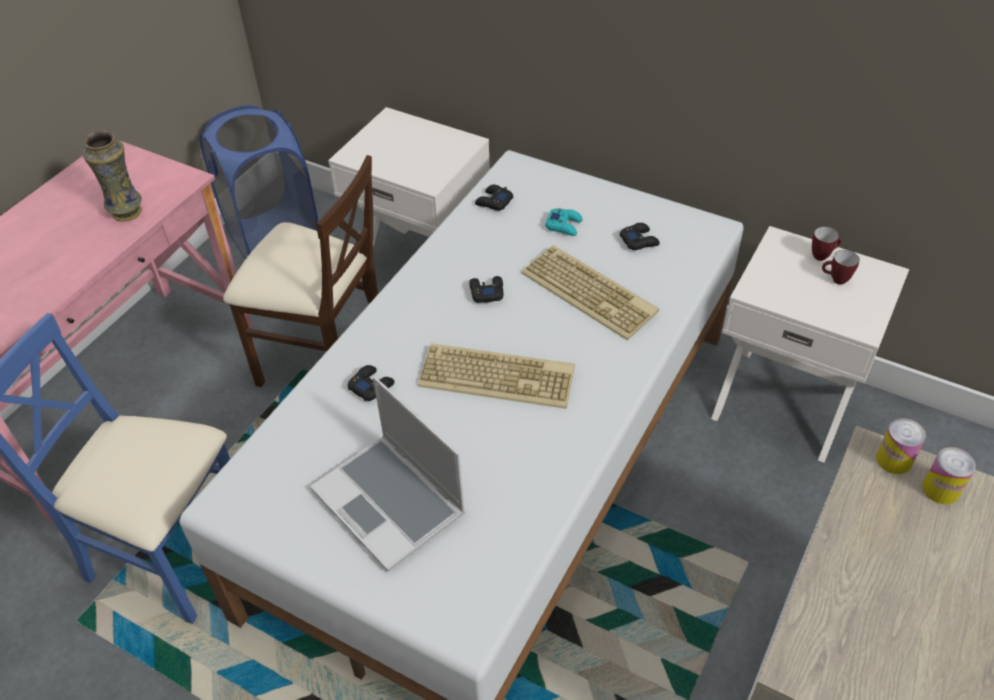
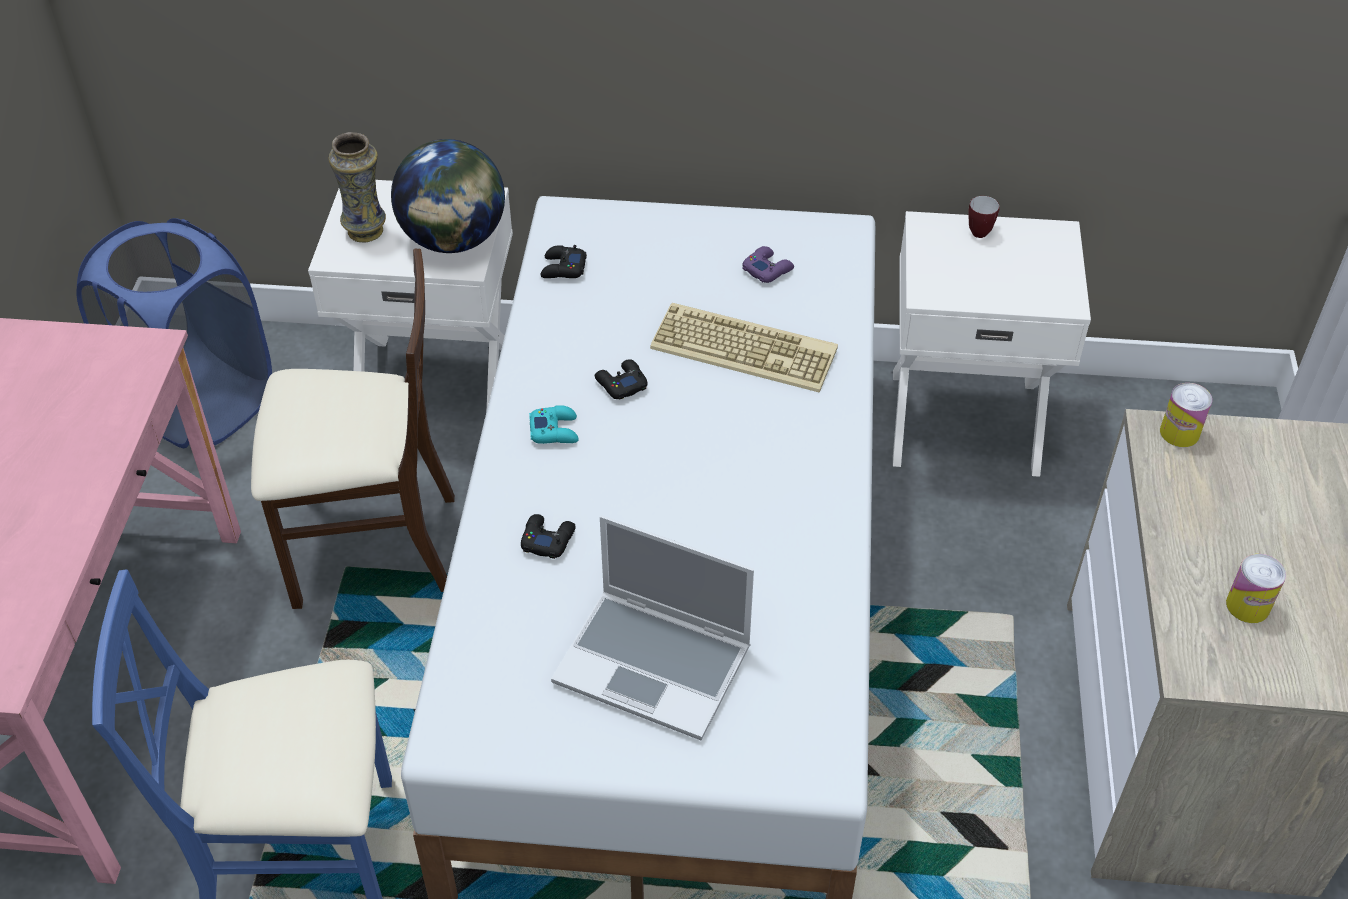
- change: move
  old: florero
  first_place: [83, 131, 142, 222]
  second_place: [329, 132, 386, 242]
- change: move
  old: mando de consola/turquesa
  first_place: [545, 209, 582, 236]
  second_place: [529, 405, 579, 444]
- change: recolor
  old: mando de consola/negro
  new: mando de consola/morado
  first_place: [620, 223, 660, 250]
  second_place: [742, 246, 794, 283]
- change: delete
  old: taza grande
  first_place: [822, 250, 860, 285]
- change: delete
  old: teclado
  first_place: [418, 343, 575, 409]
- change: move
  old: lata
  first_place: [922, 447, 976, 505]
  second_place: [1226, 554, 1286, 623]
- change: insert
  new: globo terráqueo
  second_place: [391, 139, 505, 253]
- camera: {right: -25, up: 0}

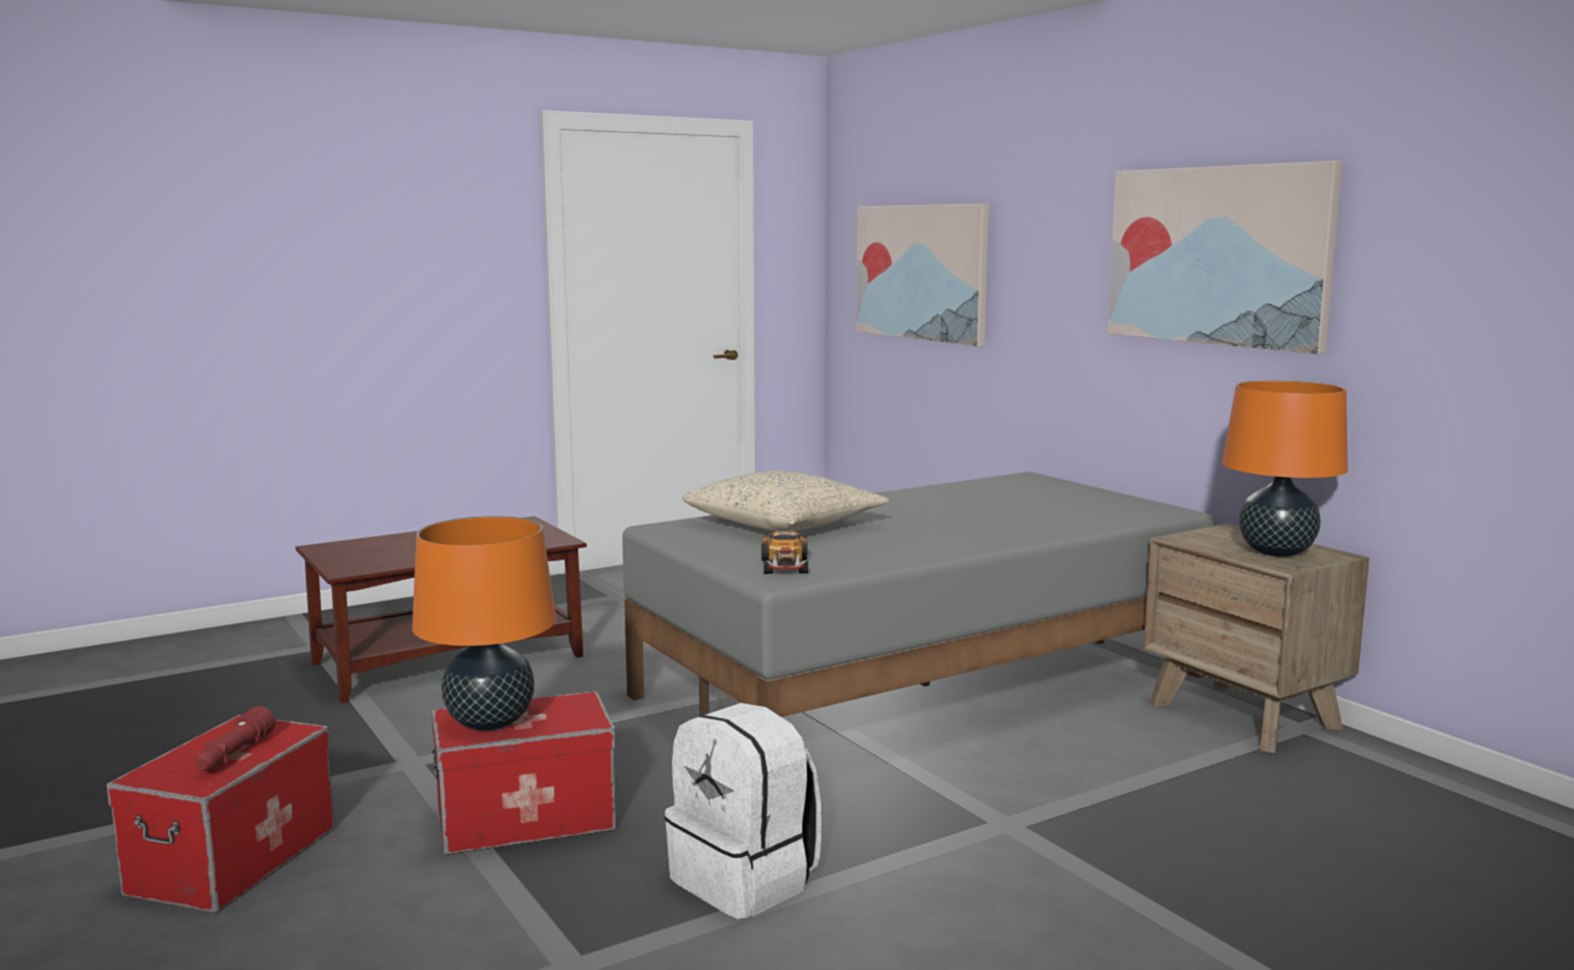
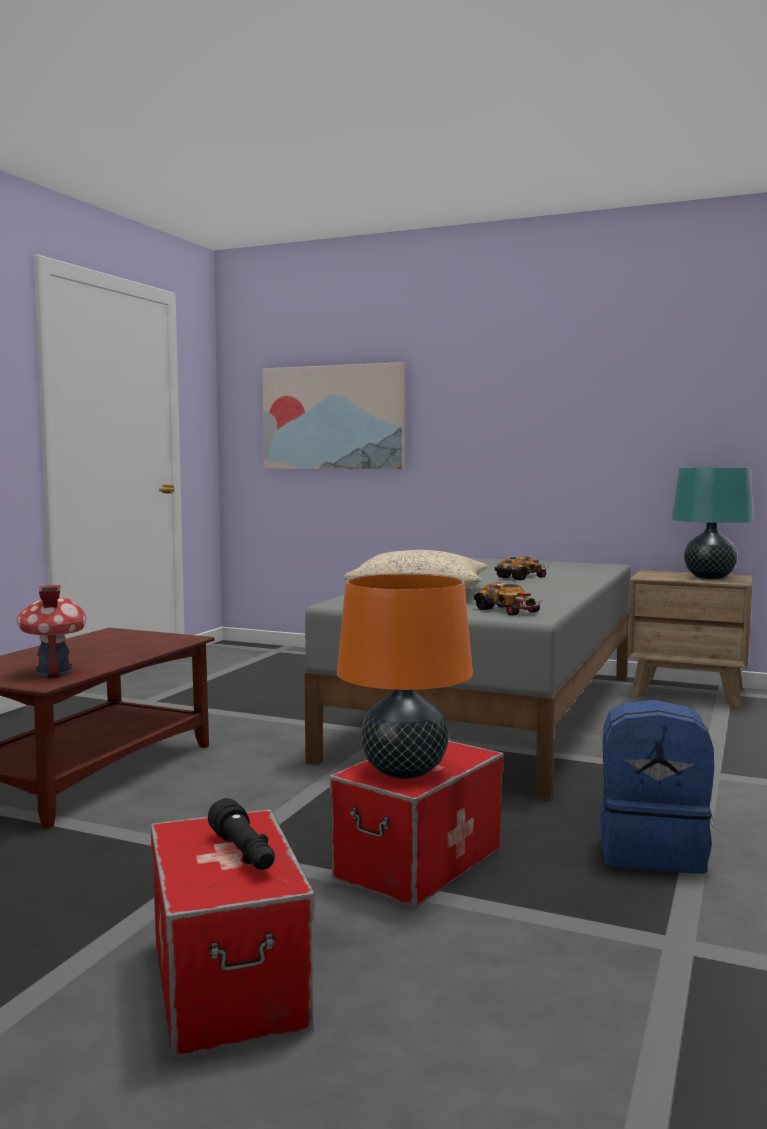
- change: delete
  old: cuadro
  first_place: [1107, 161, 1342, 354]
- change: recolor
  old: lámpara de mesa/naranja
  new: lámpara de mesa/turquesa
  first_place: [1222, 380, 1348, 557]
  second_place: [672, 467, 753, 579]
- change: recolor
  old: mochila/blanco
  new: mochila/azul
  first_place: [664, 703, 821, 919]
  second_place: [599, 700, 714, 874]
- change: recolor
  old: linterna/rojo
  new: linterna/negro
  first_place: [194, 706, 276, 771]
  second_place: [208, 798, 275, 870]
- change: insert
  new: coche de juguete
  second_place: [495, 556, 548, 580]
- change: insert
  new: casita
  second_place: [16, 585, 86, 678]
- camera: {right: -35, up: -5}

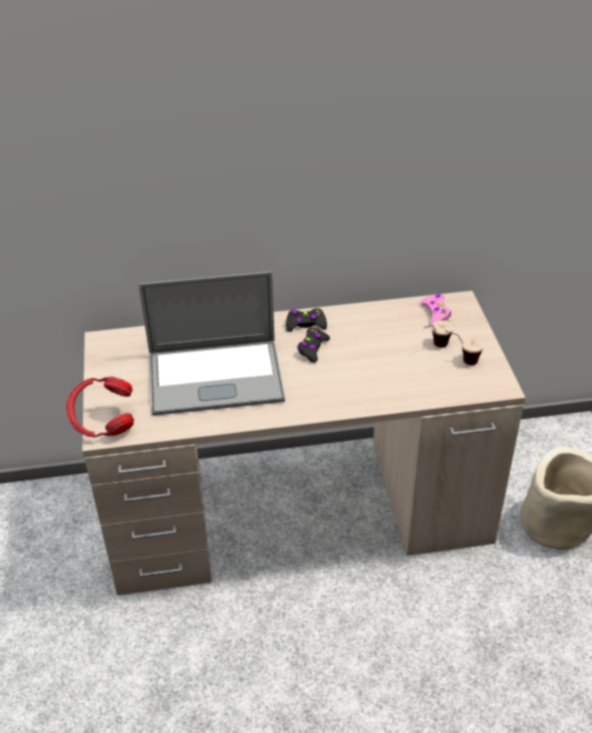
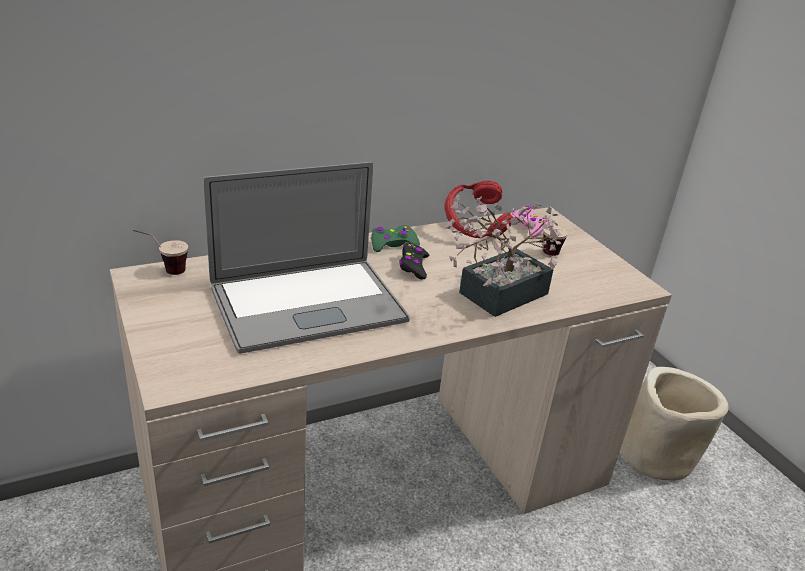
- change: recolor
  old: mando de consola/negro
  new: mando de consola/verde
  first_place: [286, 308, 327, 332]
  second_place: [371, 225, 420, 252]
- change: move
  old: taza
  first_place: [445, 330, 484, 365]
  second_place: [132, 229, 188, 275]
- change: move
  old: auriculares/rojo
  first_place: [66, 376, 134, 437]
  second_place: [445, 180, 513, 238]
- change: insert
  new: planta en maceta
  second_place: [444, 195, 562, 317]
- camera: {right: -20, up: -10}

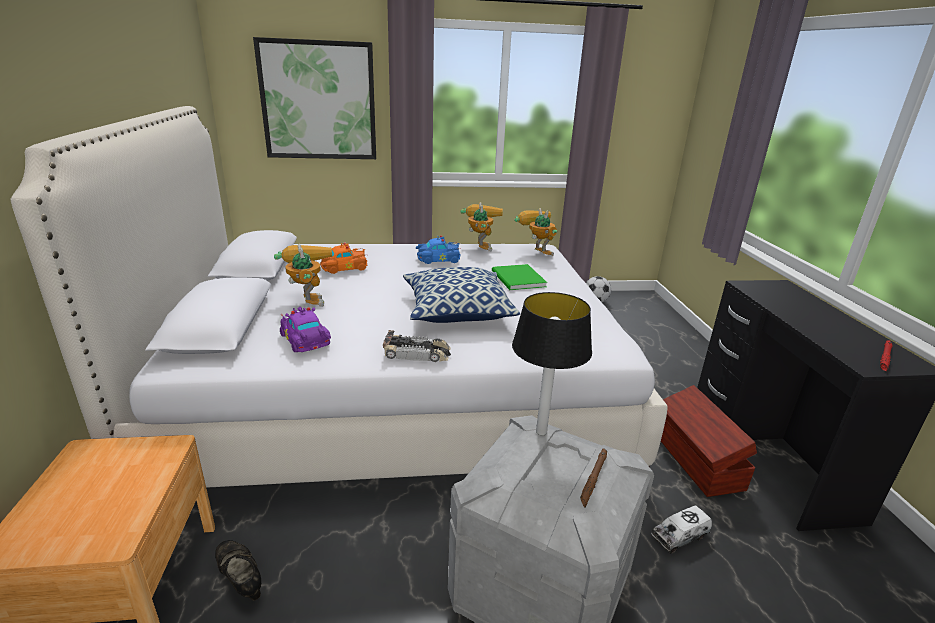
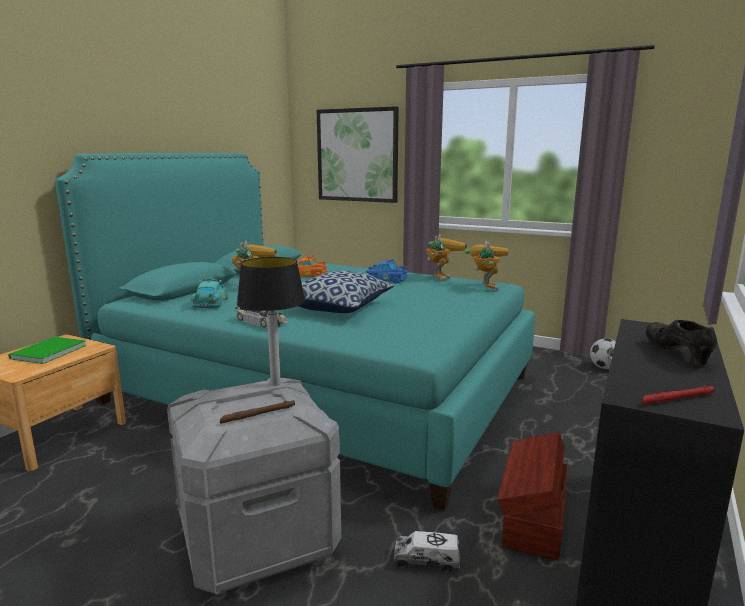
- change: recolor
  old: cama/blanco
  new: cama/turquesa
  first_place: [11, 106, 667, 488]
  second_place: [55, 153, 535, 511]
- change: move
  old: libro/verde
  first_place: [492, 264, 547, 290]
  second_place: [8, 337, 87, 364]
- change: recolor
  old: coche de juguete/morado
  new: coche de juguete/turquesa
  first_place: [280, 307, 331, 352]
  second_place: [191, 277, 229, 308]
- change: move
  old: zapato/negro
  first_place: [215, 540, 261, 601]
  second_place: [646, 320, 717, 366]
- camera: {right: 35, up: -10}

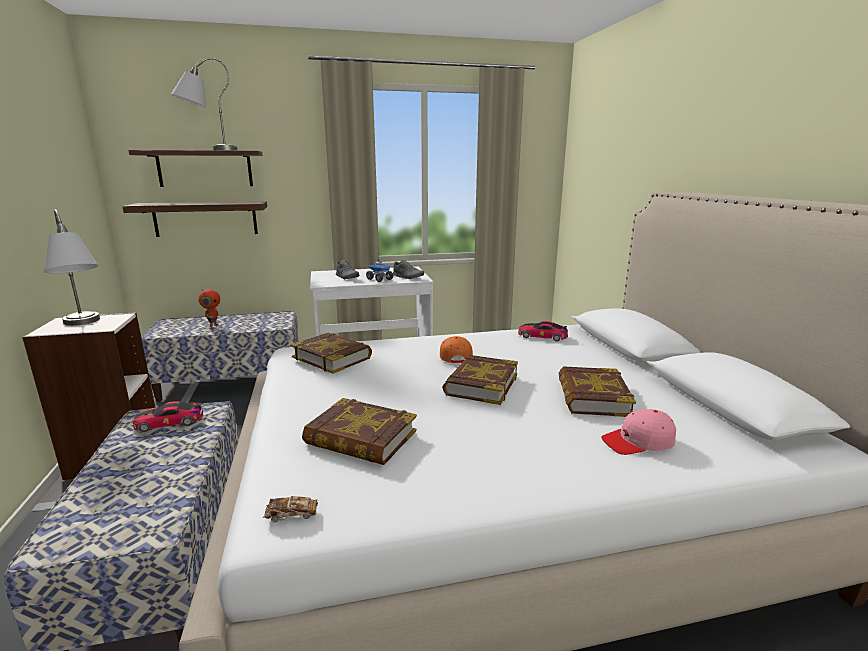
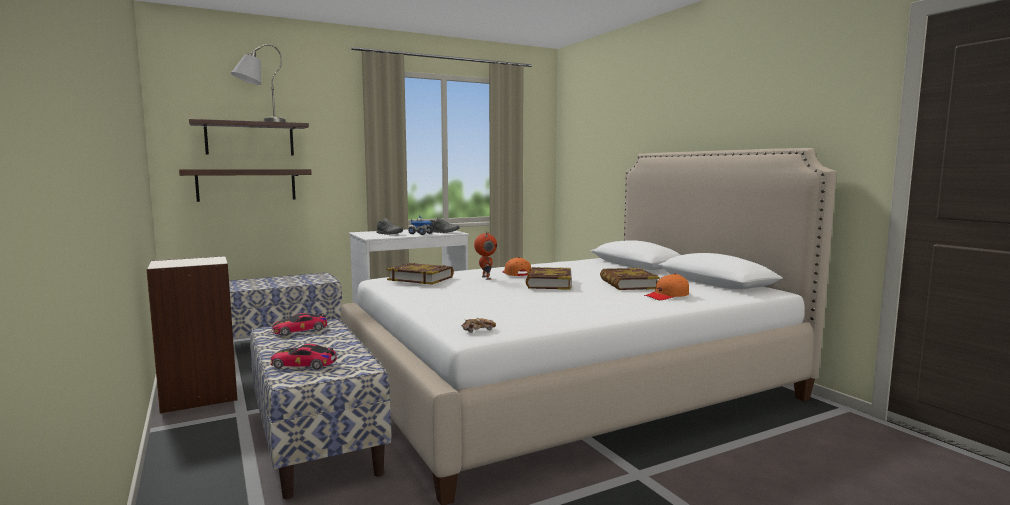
- change: delete
  old: lámpara de mesa/gris
  first_place: [44, 209, 100, 326]
- change: move
  old: robot de juguete
  first_place: [198, 289, 220, 330]
  second_place: [474, 231, 497, 280]
- change: move
  old: coche de juguete
  first_place: [518, 321, 568, 342]
  second_place: [270, 344, 337, 370]
- change: delete
  old: libro
  first_place: [302, 398, 417, 465]
- change: recolor
  old: gorra/rosa
  new: gorra/naranja
  first_place: [601, 409, 676, 455]
  second_place: [644, 274, 689, 300]
- camera: {right: -15, up: -10}

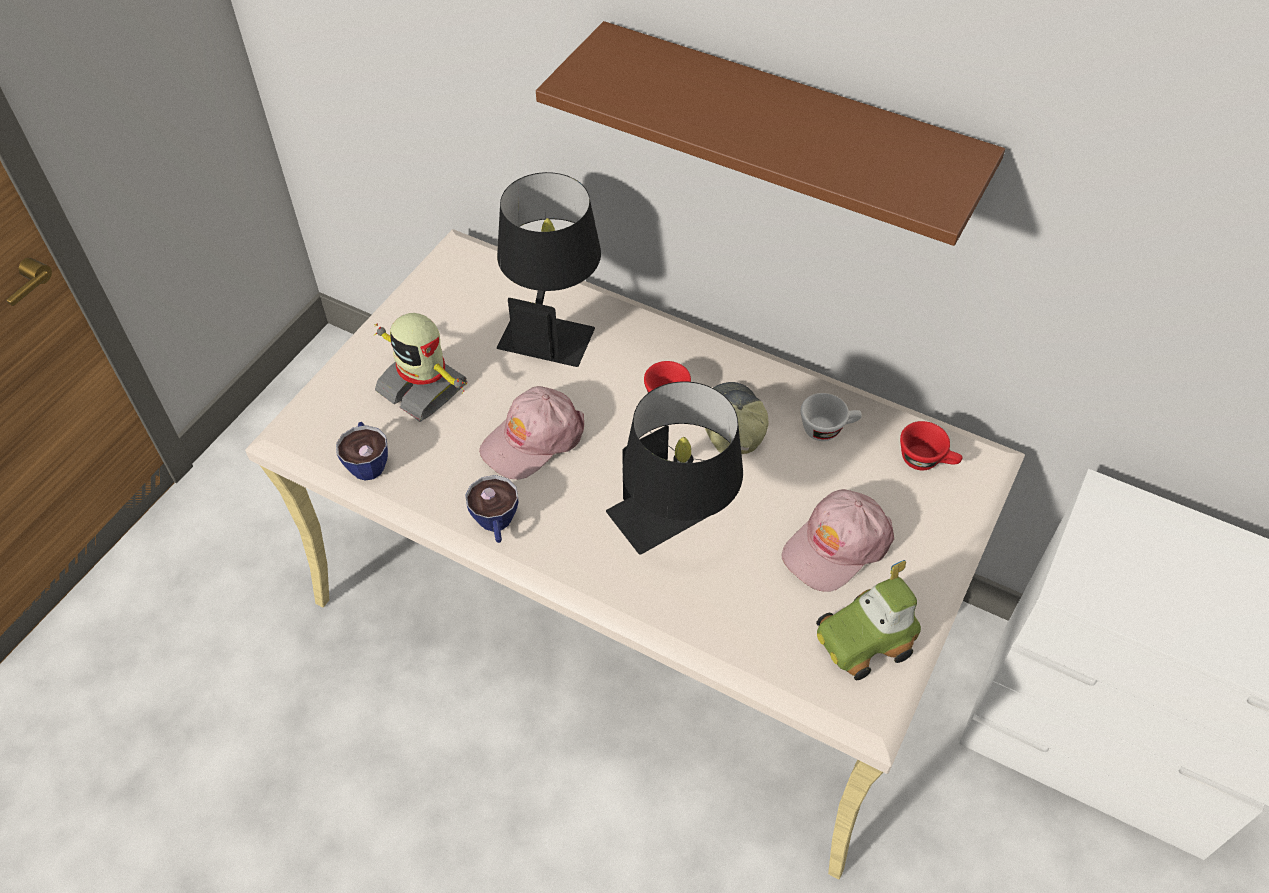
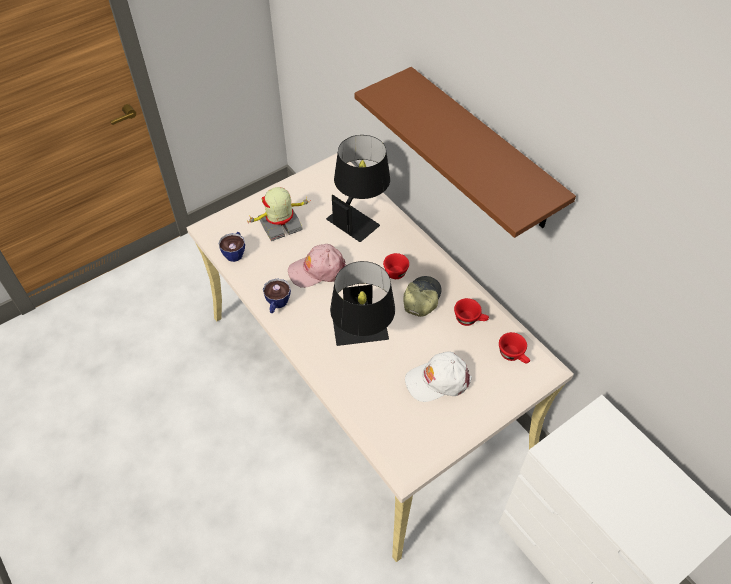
- change: rotate
  old: robot de juguete
  first_place: [373, 313, 467, 422]
  second_place: [246, 187, 311, 241]
  degrees: 90
- change: recolor
  old: taza/blanco
  new: taza/rojo
  first_place: [801, 393, 862, 441]
  second_place: [454, 298, 489, 326]
- change: recolor
  old: gorra/rosa
  new: gorra/blanco
  first_place: [782, 489, 894, 592]
  second_place: [405, 351, 472, 402]
- change: delete
  old: coche de juguete
  first_place: [816, 560, 921, 680]
- camera: {right: 25, up: 0}

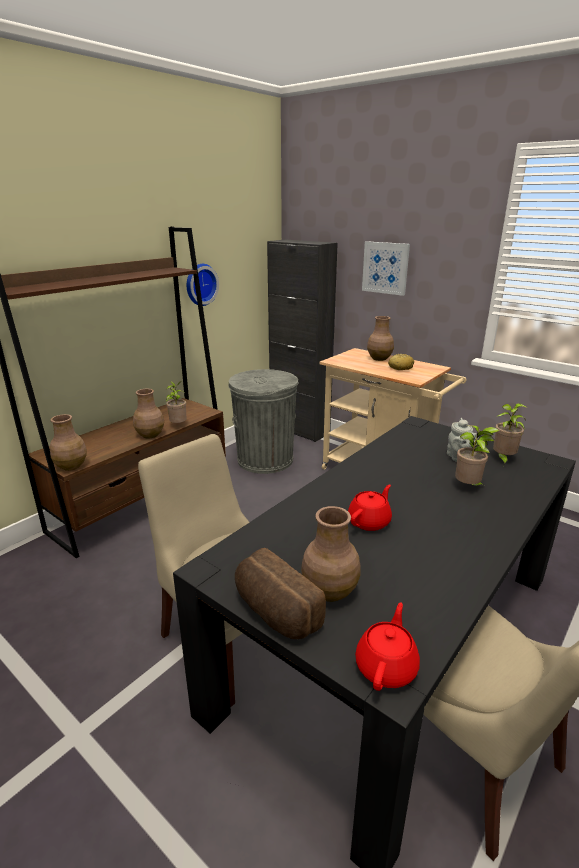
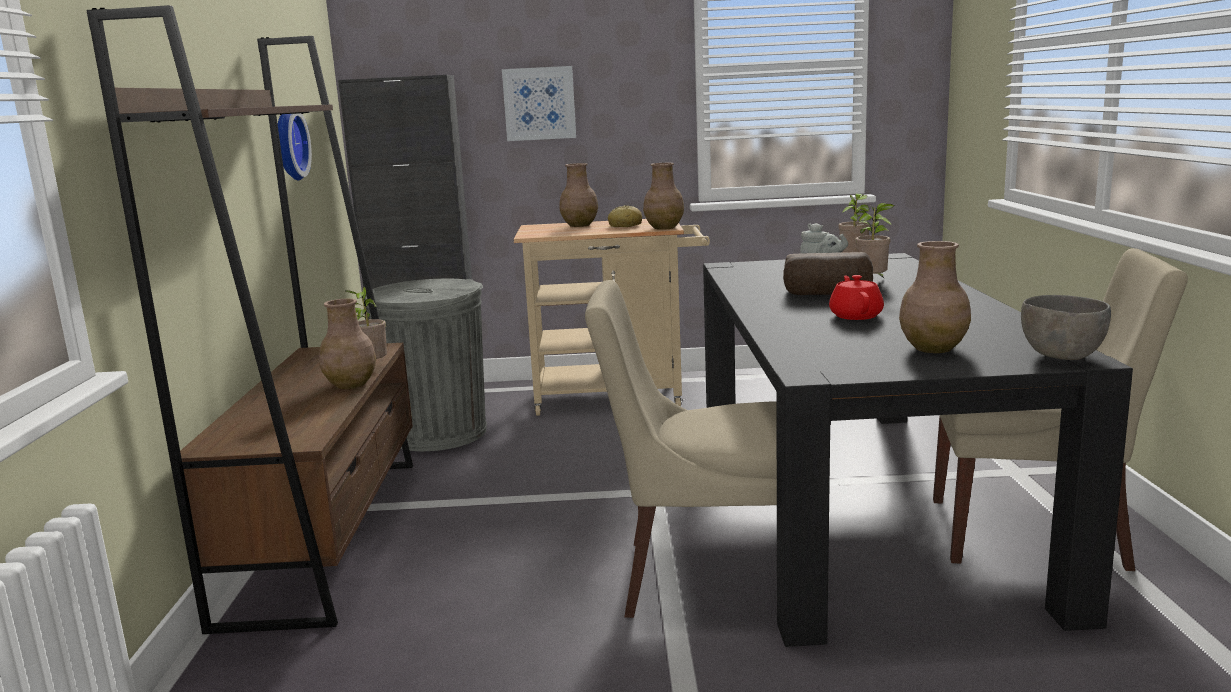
- change: move
  old: florero/marrón
  first_place: [49, 414, 87, 471]
  second_place: [643, 163, 684, 230]
- change: move
  old: pan
  first_place: [235, 548, 326, 639]
  second_place: [783, 252, 873, 295]
- change: replace
  old: tetera/rojo
  new: cuenco/gris
  first_place: [355, 602, 420, 691]
  second_place: [1021, 295, 1111, 360]
- camera: {right: -40, up: -10}

